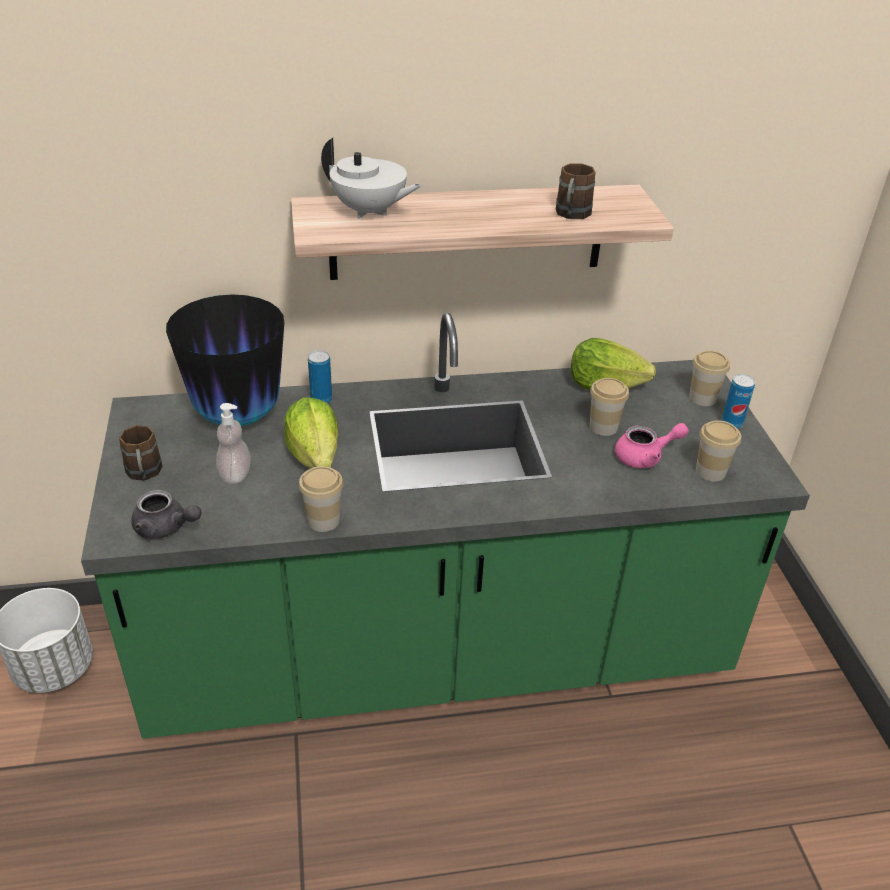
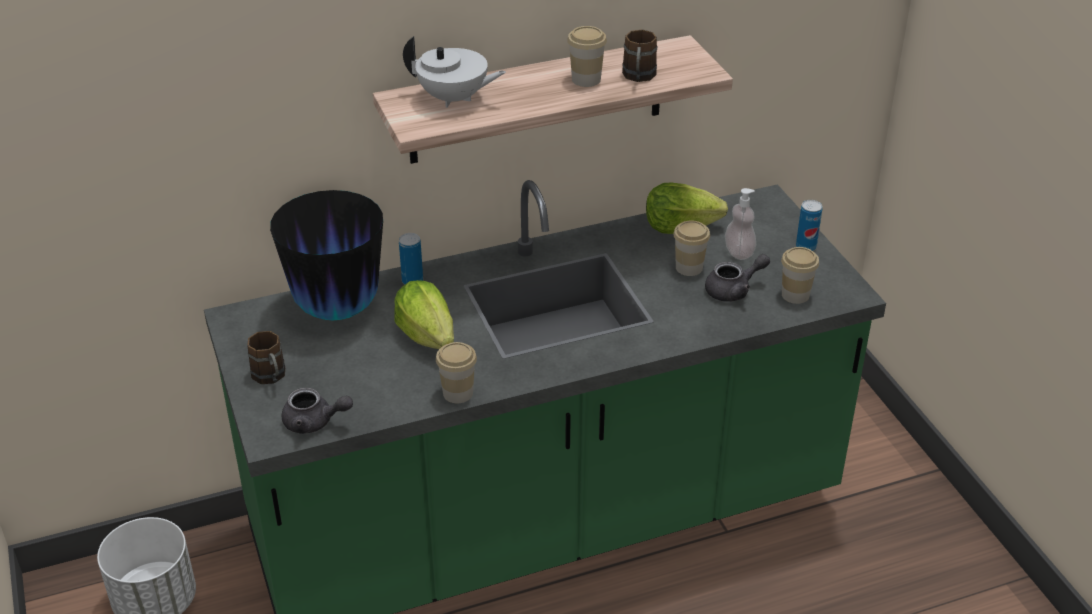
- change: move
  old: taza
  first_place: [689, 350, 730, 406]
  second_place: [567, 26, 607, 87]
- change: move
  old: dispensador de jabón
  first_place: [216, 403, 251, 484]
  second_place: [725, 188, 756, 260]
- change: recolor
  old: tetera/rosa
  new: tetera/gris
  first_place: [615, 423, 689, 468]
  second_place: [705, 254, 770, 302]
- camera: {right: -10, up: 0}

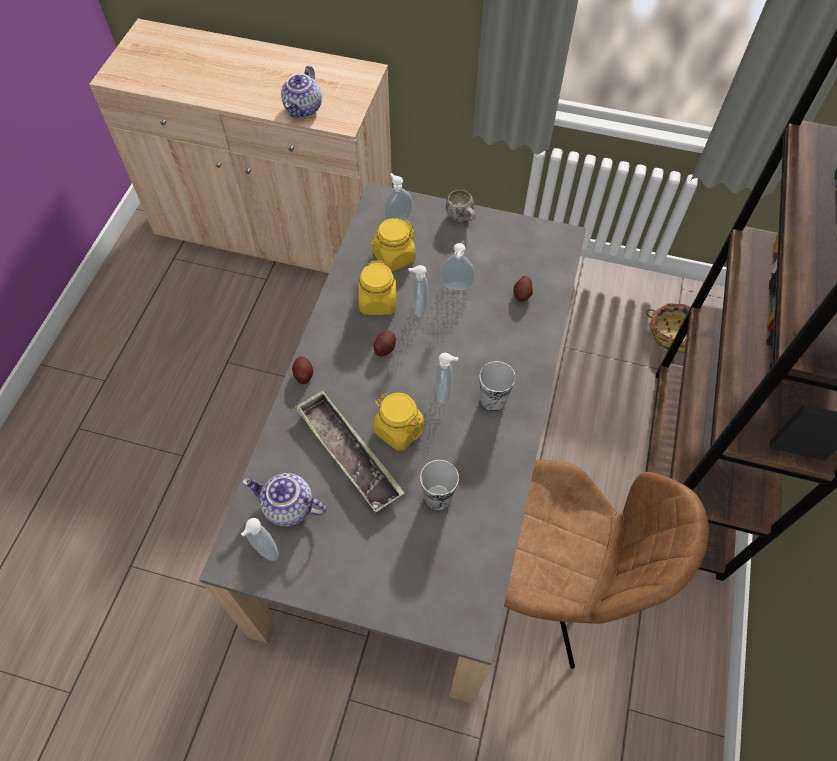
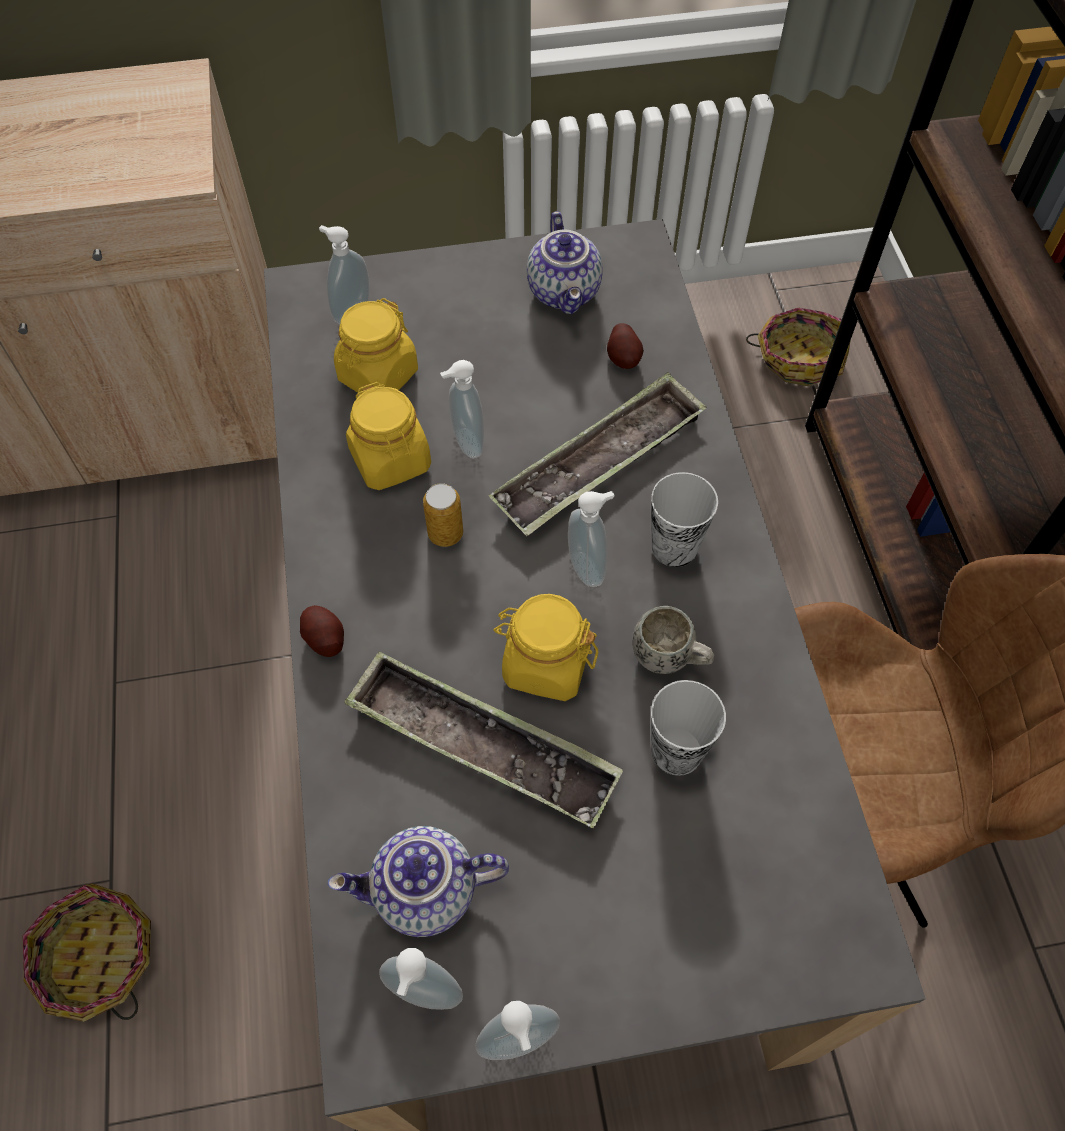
- change: move
  old: tetera
  first_place: [281, 65, 322, 118]
  second_place: [527, 211, 603, 314]
- change: move
  old: taza grande/blanco
  first_place: [446, 189, 476, 222]
  second_place: [632, 606, 714, 674]
- change: move
  old: dispensador de jabón
  first_place: [440, 243, 475, 290]
  second_place: [475, 1001, 560, 1060]
- change: replace
  old: patata
  new: lata
  first_place: [373, 331, 396, 356]
  second_place: [423, 483, 463, 547]
- change: insert
  new: bandeja
  second_place: [488, 372, 707, 536]
- change: insert
  new: cesta
  second_place: [22, 883, 151, 1022]
- camera: {right: -25, up: 0}

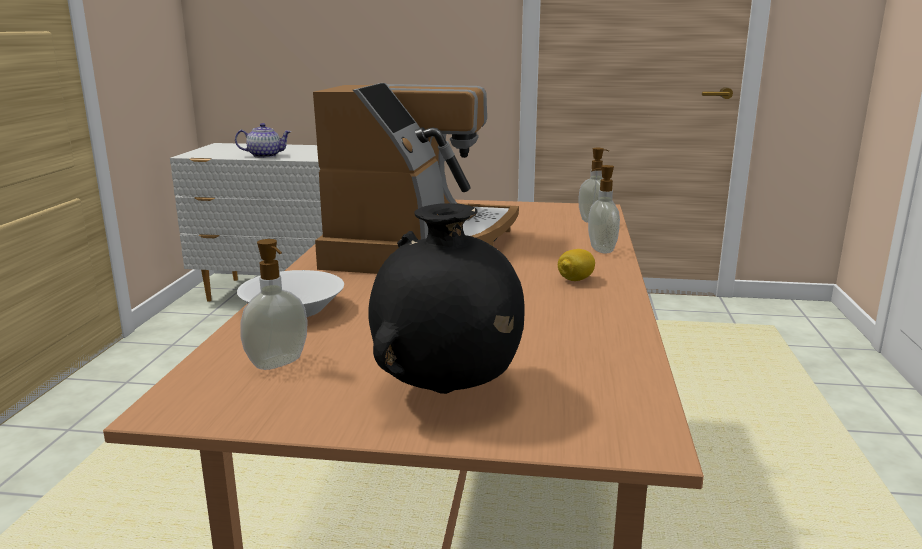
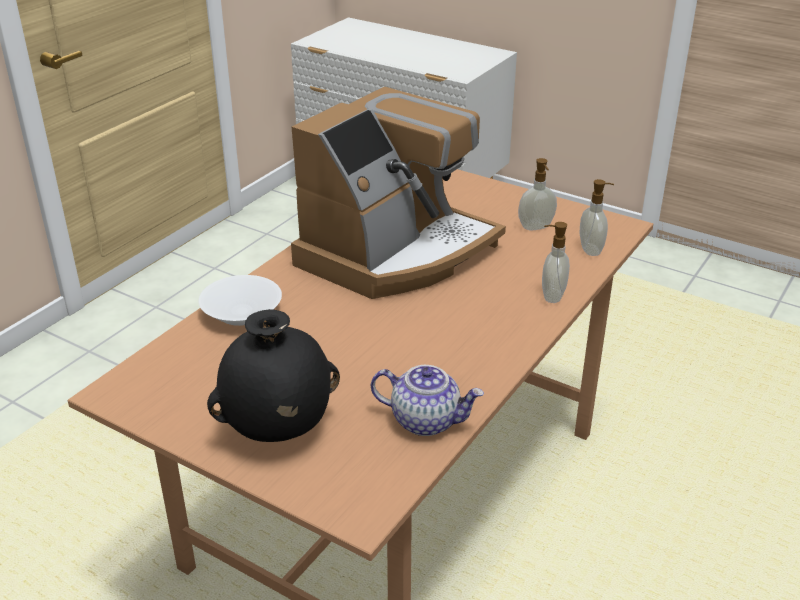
- change: move
  old: tetera
  first_place: [235, 123, 292, 158]
  second_place: [371, 365, 484, 436]
- change: move
  old: dispensador de jabón
  first_place: [240, 239, 308, 370]
  second_place: [518, 158, 557, 230]
- change: delete
  old: limón
  first_place: [558, 249, 595, 281]
- camera: {right: 25, up: 15}

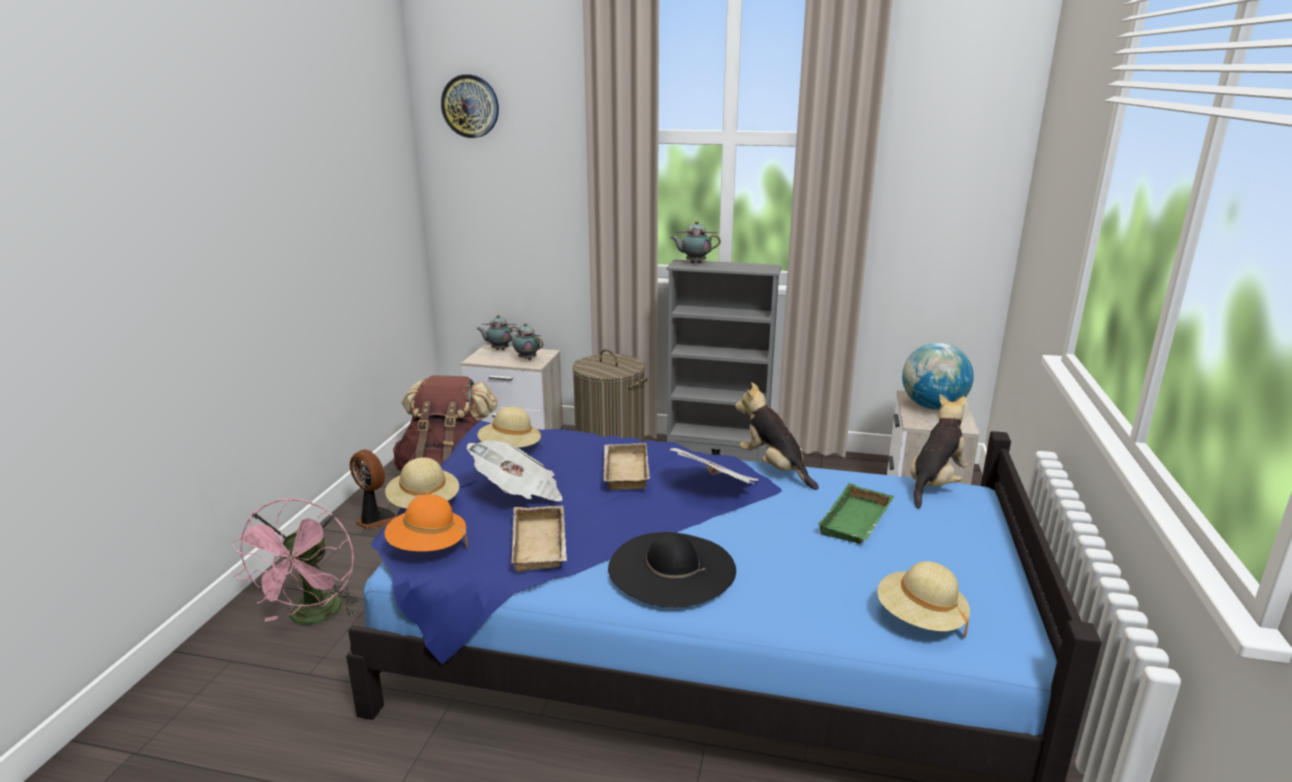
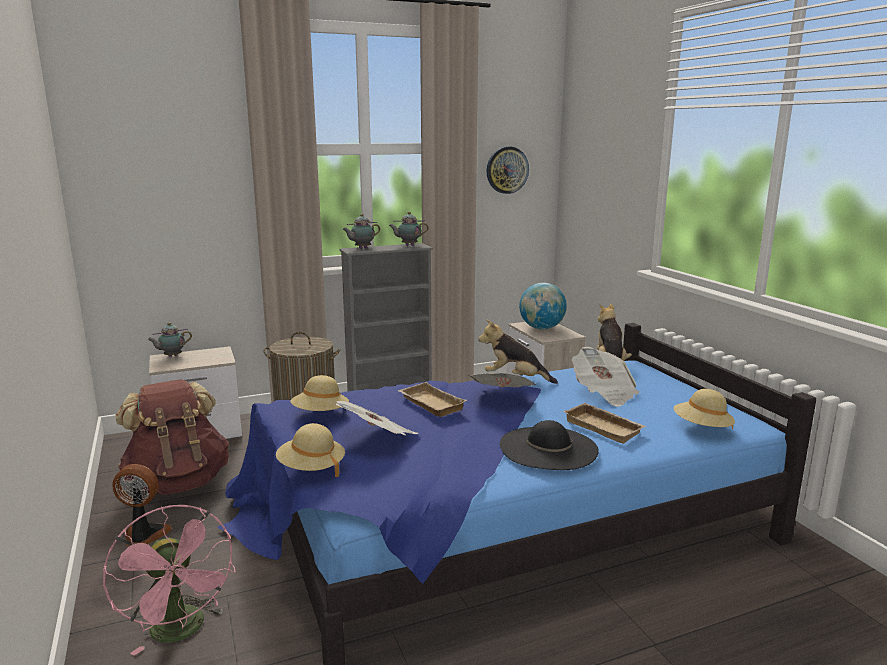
- change: move
  old: reloj de pared
  first_place: [441, 74, 499, 138]
  second_place: [487, 147, 529, 194]
- change: move
  old: tetera
  first_place: [508, 323, 544, 360]
  second_place: [389, 212, 429, 246]
- change: replace
  old: bandeja/verde
  new: periódico
  first_place: [817, 483, 894, 544]
  second_place: [572, 347, 639, 407]
- change: delete
  old: sombrero/naranja
  first_place: [384, 494, 468, 552]
- change: move
  old: bandeja/beis
  first_place: [511, 505, 567, 572]
  second_place: [563, 403, 647, 444]
- camera: {right: -35, up: -5}

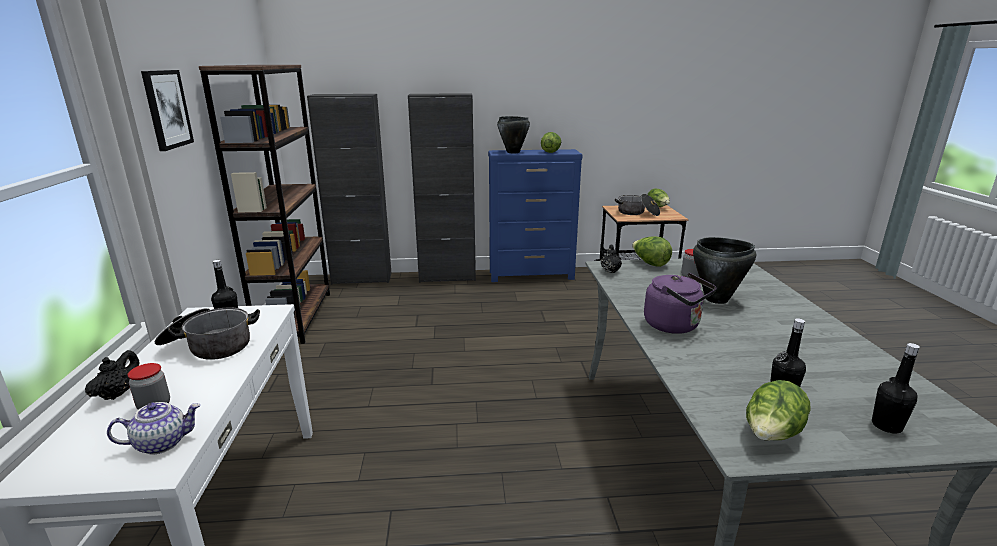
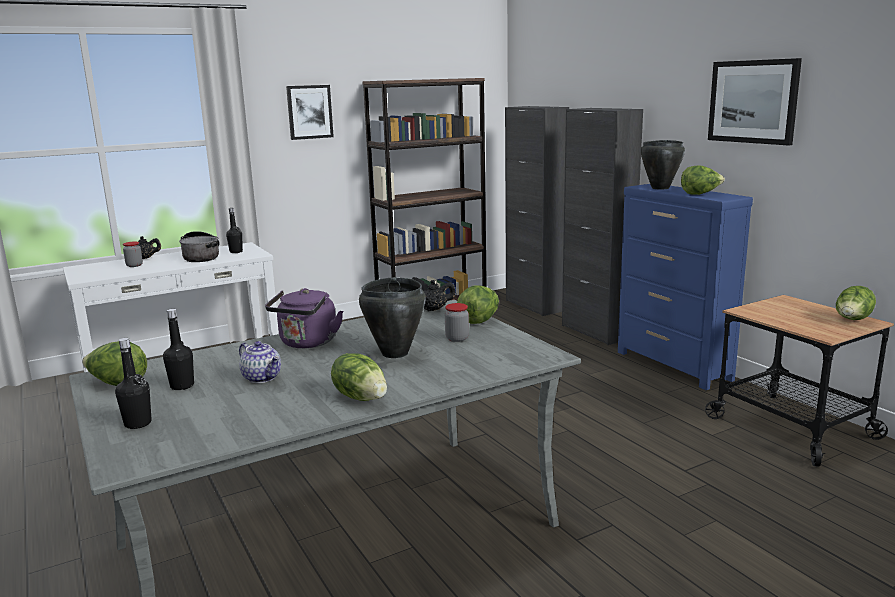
- change: delete
  old: olla
  first_place: [615, 194, 660, 216]
- change: move
  old: tetera
  first_place: [107, 402, 201, 455]
  second_place: [239, 341, 281, 383]
- change: insert
  new: cuadro
  second_place: [708, 58, 802, 146]
- change: insert
  new: lechuga
  second_place: [331, 353, 387, 401]
- camera: {right: 65, up: -5}

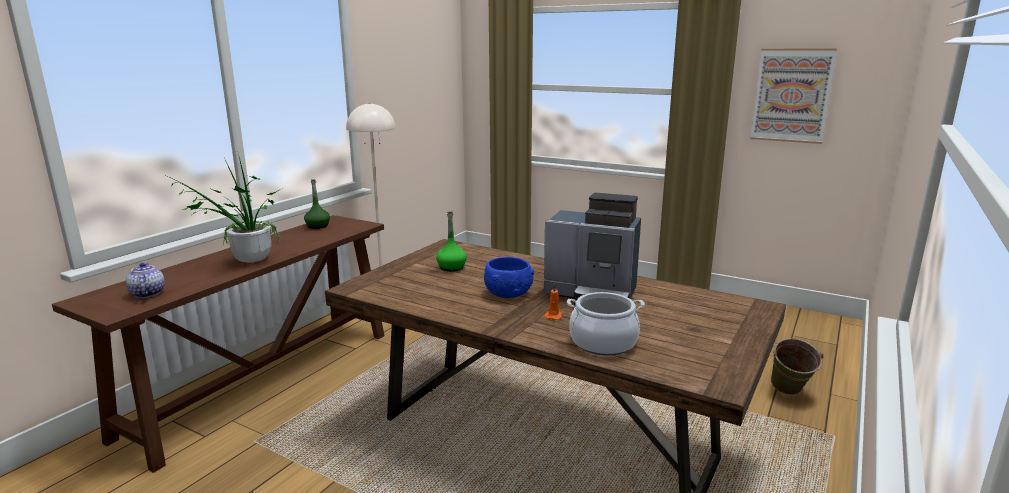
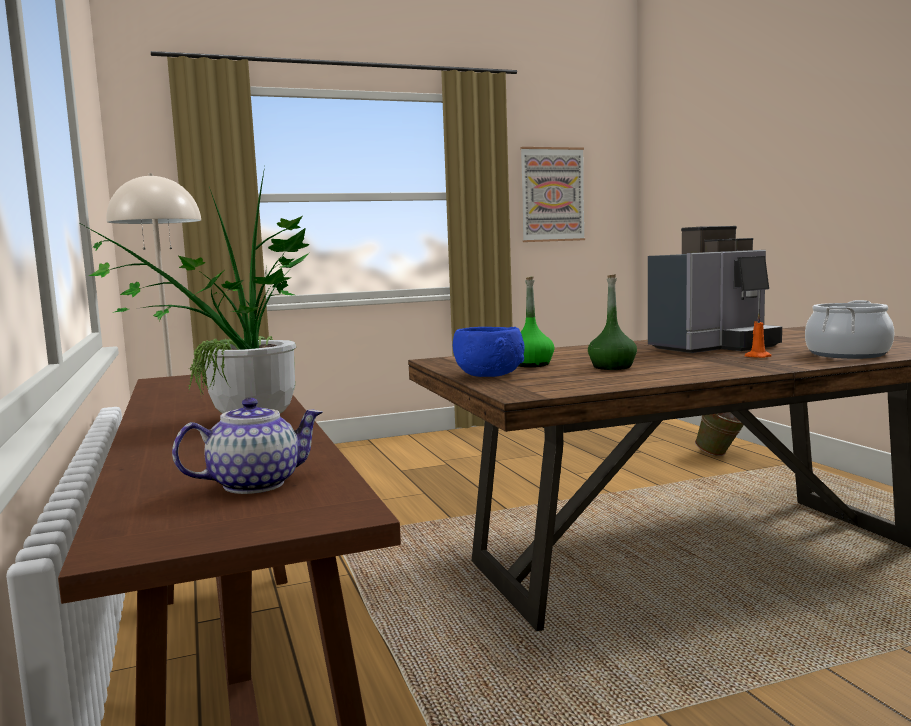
- change: move
  old: botella/verde
  first_place: [304, 179, 330, 229]
  second_place: [588, 275, 637, 370]
- change: move
  old: cuenco/azul
  first_place: [484, 257, 534, 298]
  second_place: [453, 327, 525, 377]
- change: rotate
  old: tetera
  first_place: [126, 263, 165, 298]
  second_place: [172, 398, 323, 494]
  degrees: 135
- camera: {right: -50, up: -10}

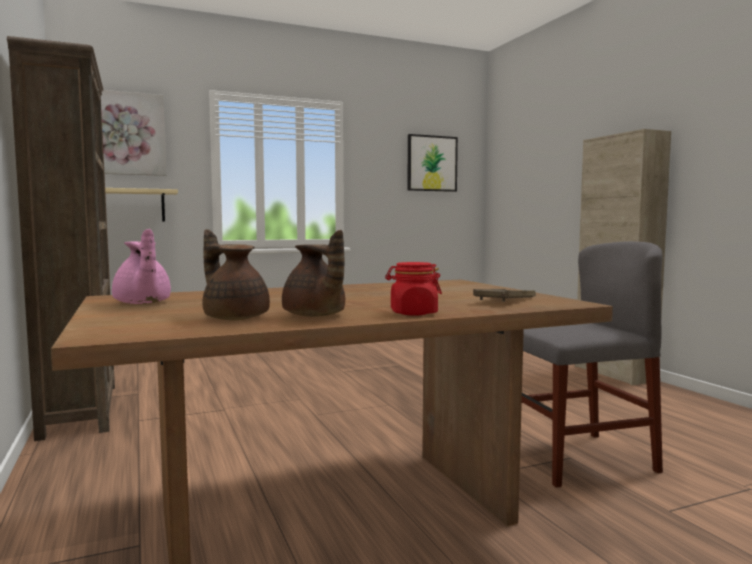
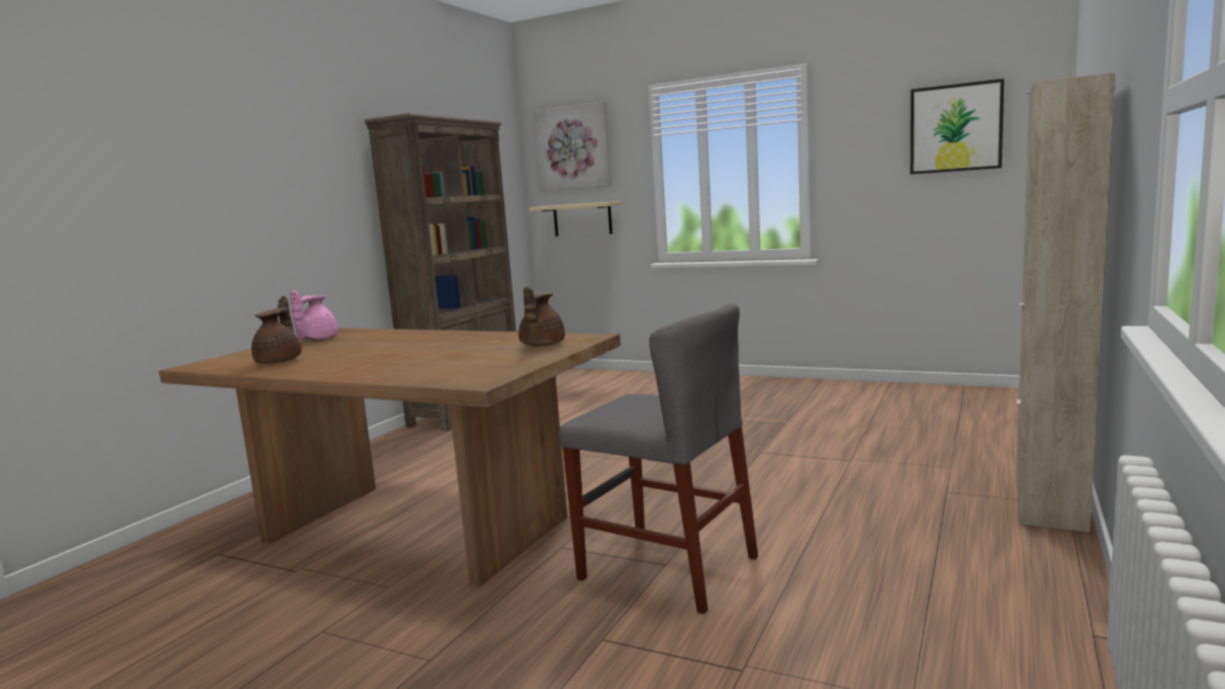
- change: move
  old: tetera/marrón
  first_place: [282, 230, 345, 317]
  second_place: [518, 287, 565, 346]
- change: delete
  old: tarro/rojo
  first_place: [385, 262, 442, 316]
- change: delete
  old: bandeja/marrón
  first_place: [473, 289, 536, 302]
- camera: {right: 50, up: 5}

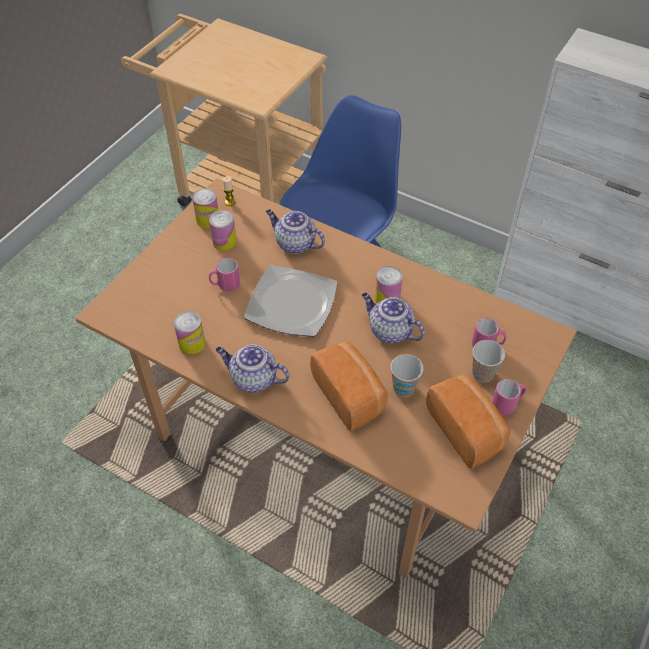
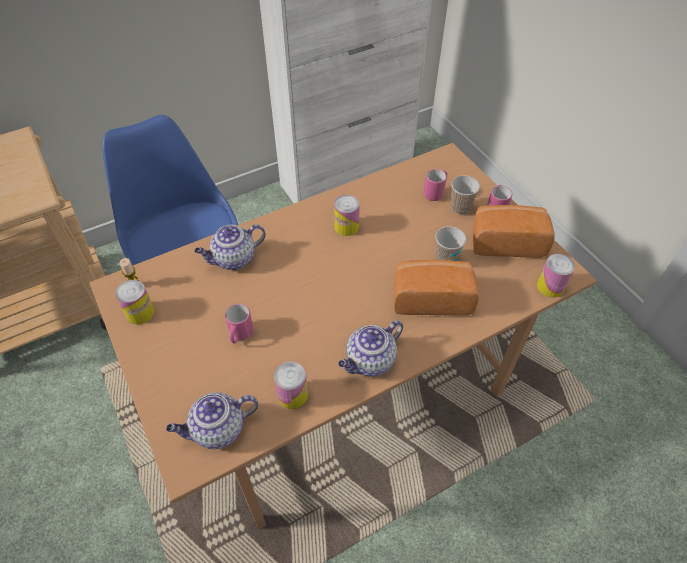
- change: move
  old: lata
  first_place: [209, 210, 237, 251]
  second_place: [537, 254, 575, 297]
- change: delete
  old: plato
  first_place: [244, 265, 338, 337]
- change: move
  old: tetera
  first_place: [362, 293, 425, 343]
  second_place: [166, 392, 258, 449]
- camera: {right: -60, up: 0}

